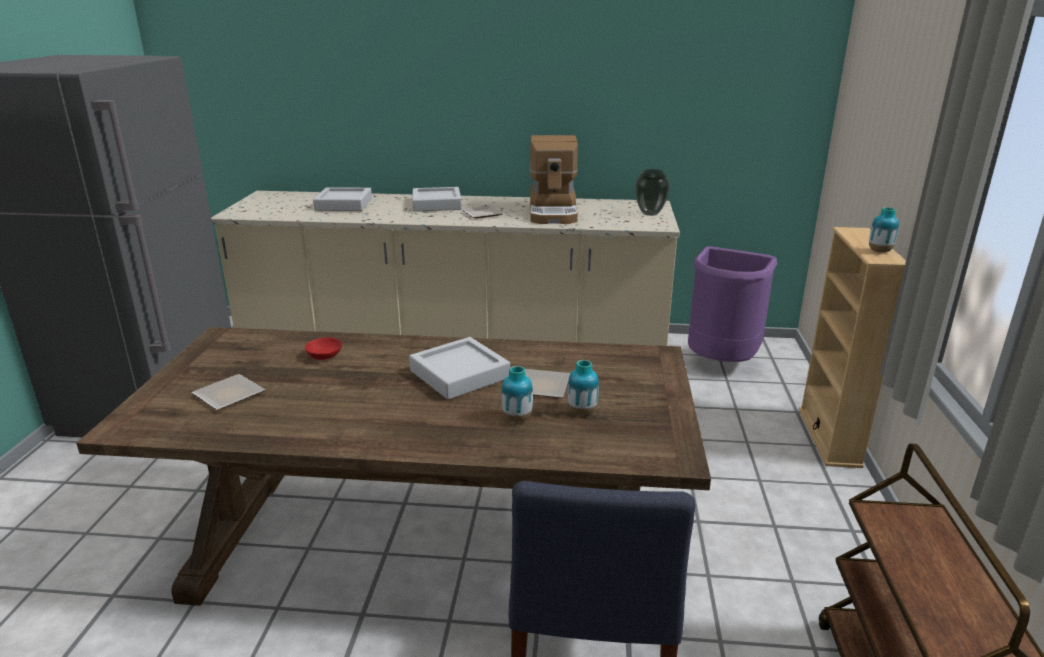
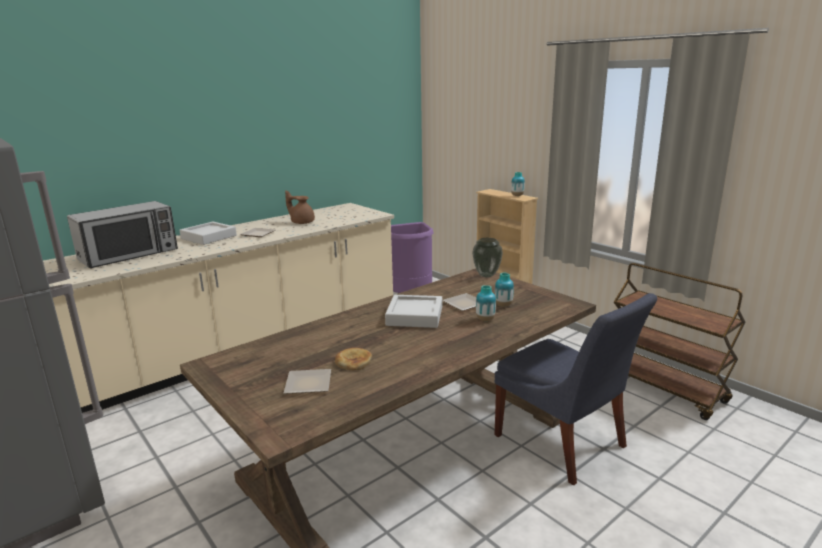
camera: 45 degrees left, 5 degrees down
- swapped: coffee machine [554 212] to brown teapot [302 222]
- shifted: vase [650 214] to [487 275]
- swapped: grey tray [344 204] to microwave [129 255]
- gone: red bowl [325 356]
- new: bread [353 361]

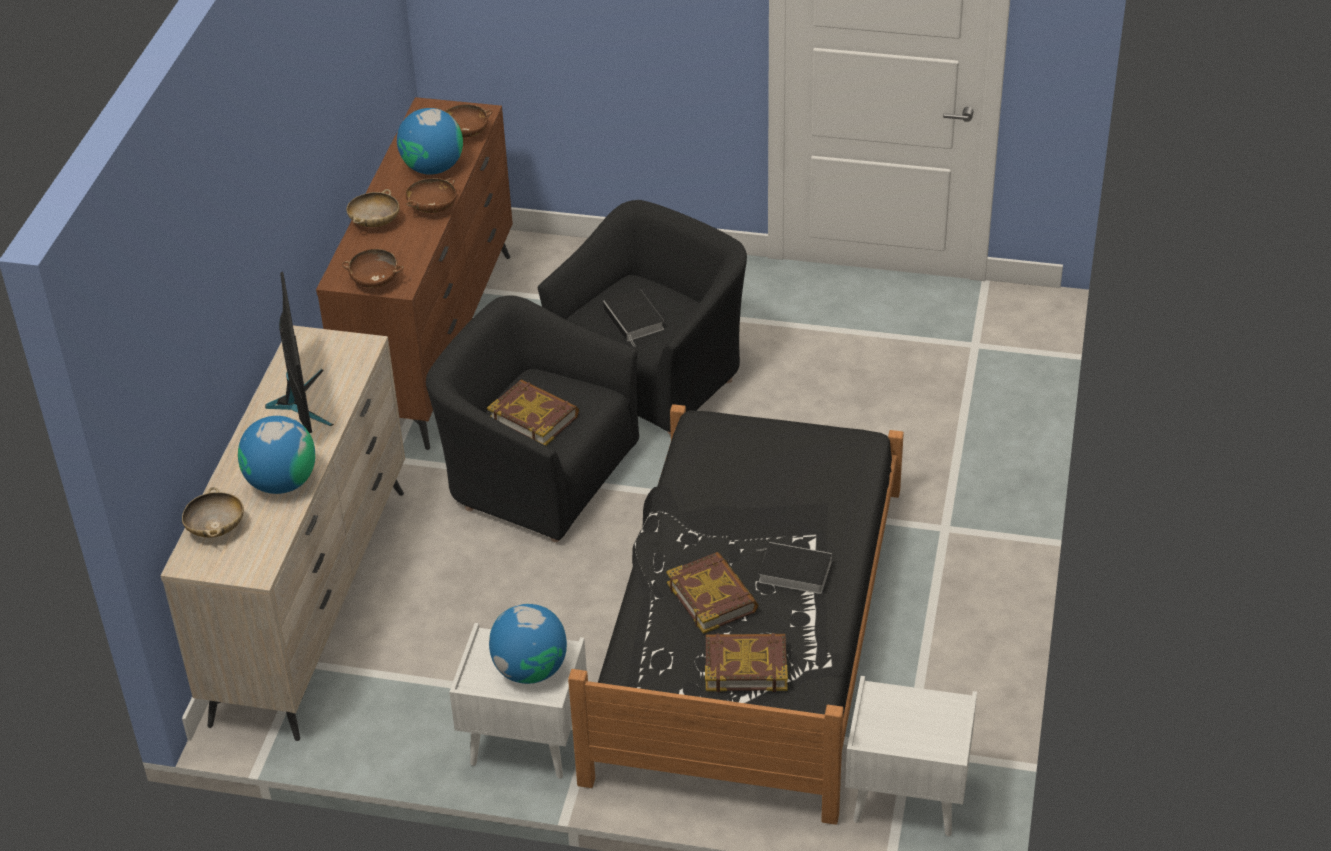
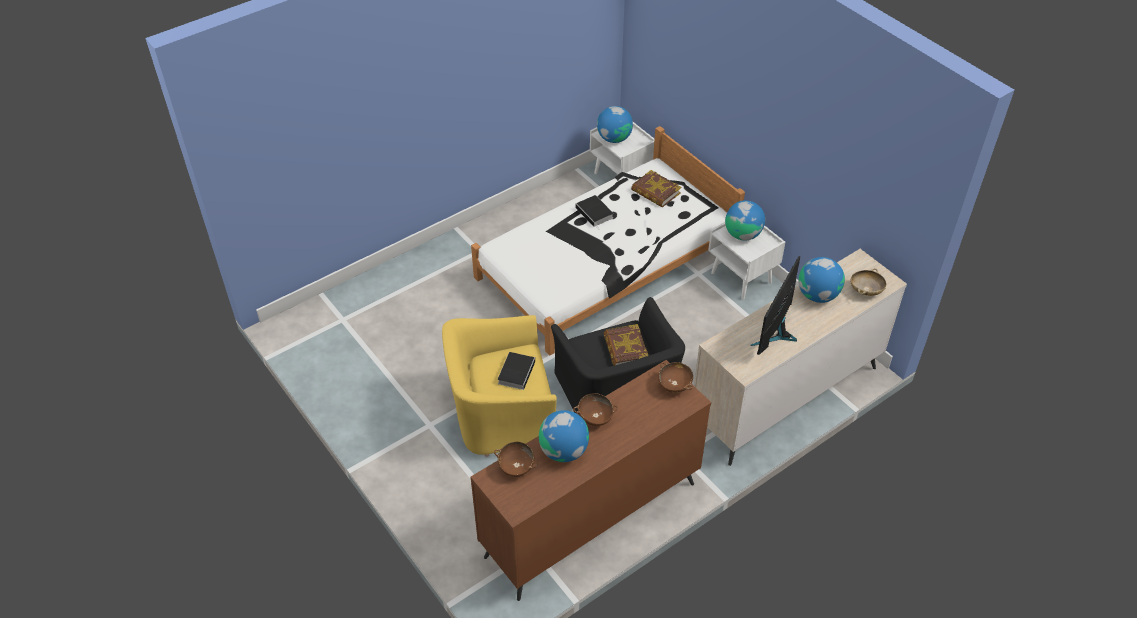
camera: 140 degrees left, 5 degrees up
- gone: beige bowl [374 222]
- repainted: black armchair [651 372] to yellow armchair [501 413]
- repainted: black bed [748 629] to white bed [606 263]
- gone: book [712 597]
- new: globe [614 138]

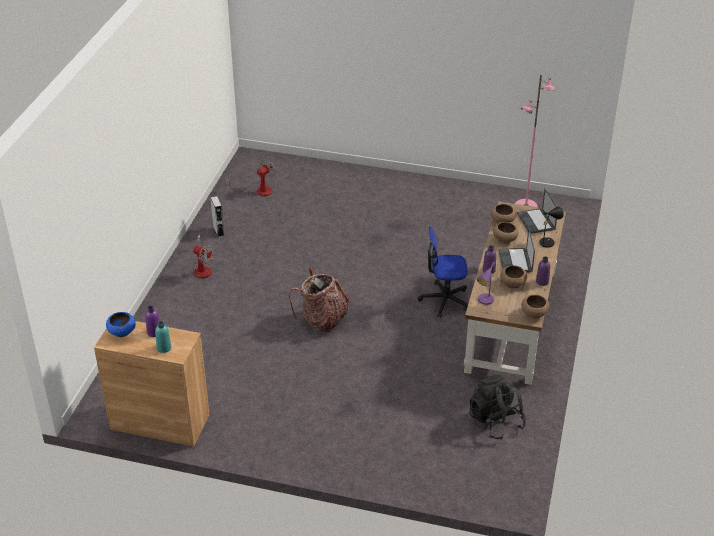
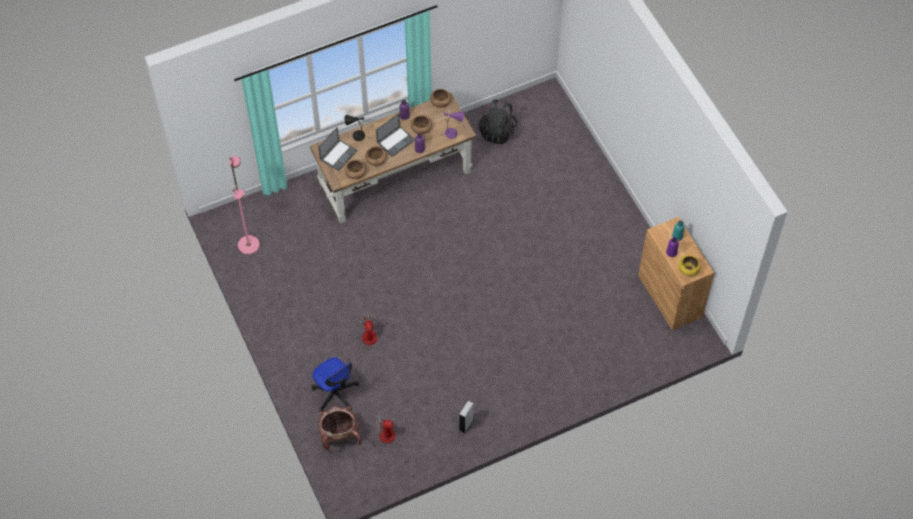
camera: 130 degrees left, 20 degrees up
- shifted: office chair [444 300] to [335 393]
- shifted: fan [202 268] to [365 342]
- shifted: backpack [322 319] to [340 435]
- repainted: blue bowl [122 332] to yellow bowl [688 269]

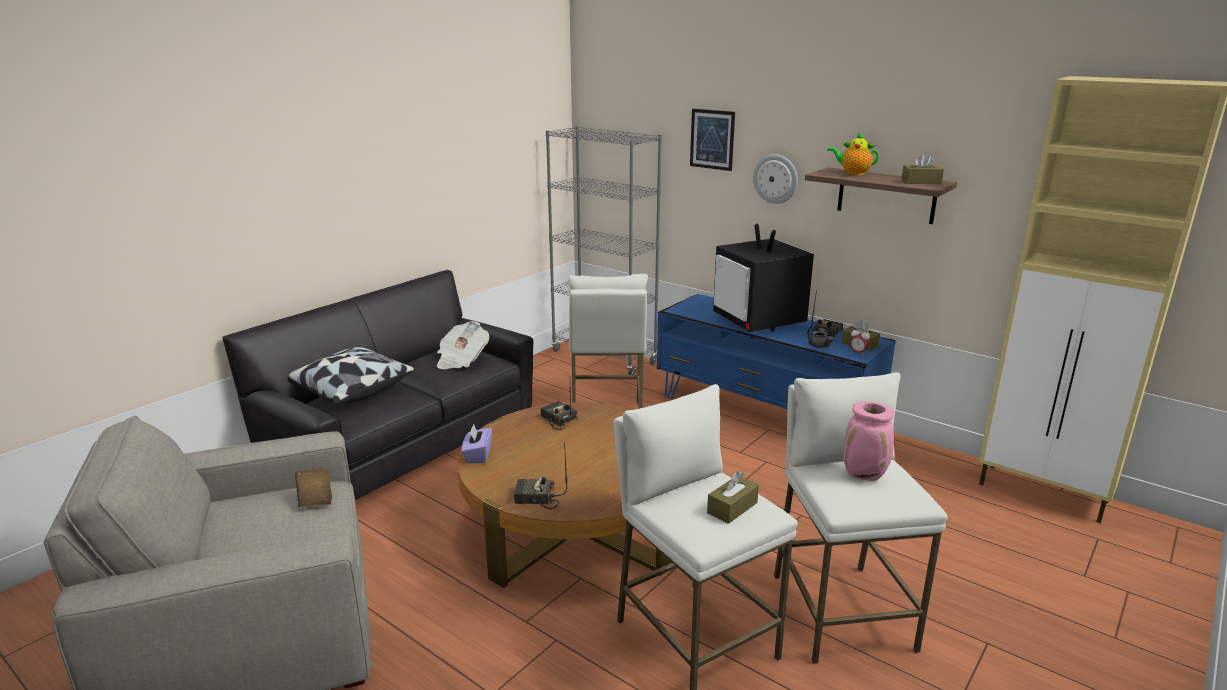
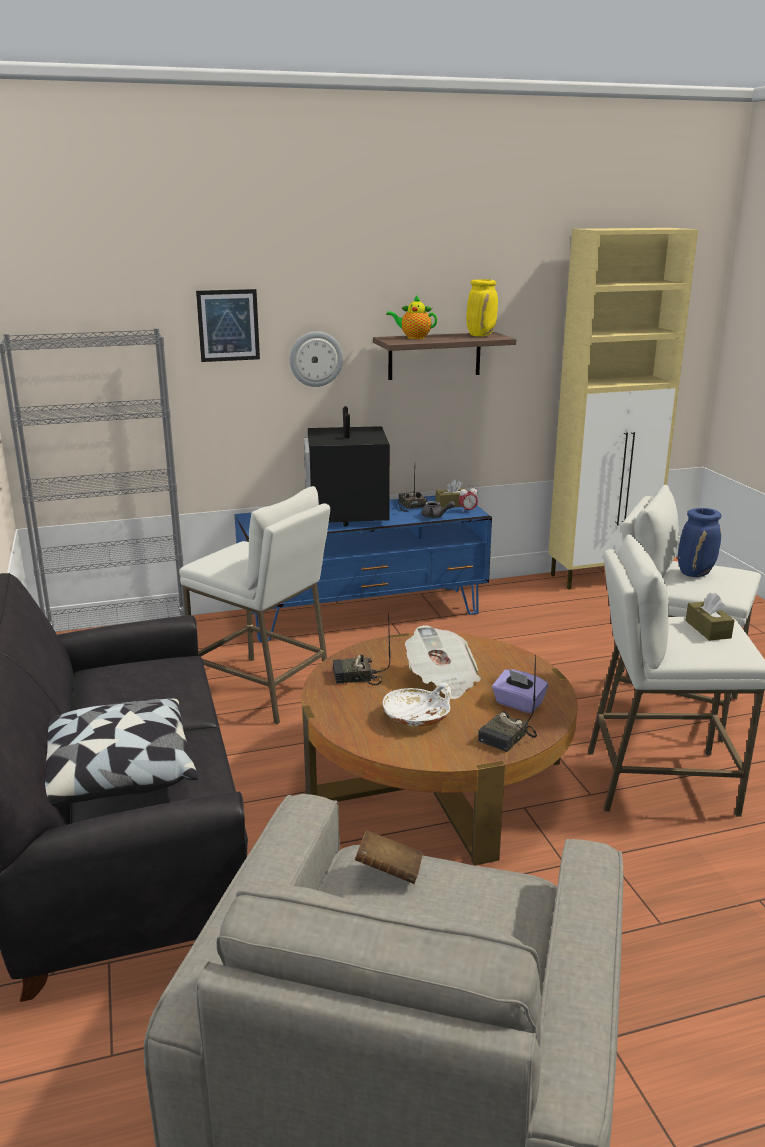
camera: 55 degrees left, 0 degrees up
- rotated: teapot [853 173] = [413 338] 45 degrees clockwise
- swapped: brown tissue box [921 182] to yellow vase [480 335]
- rotated: television [759 322] = [348 516] 75 degrees clockwise
- shifted: newspaper [461 360] to [442 680]
- repainted: pink vase [865 475] to blue vase [695 573]
- shifted: purple tissue box [477 455] to [518 704]
- new: white bowl [417 717]

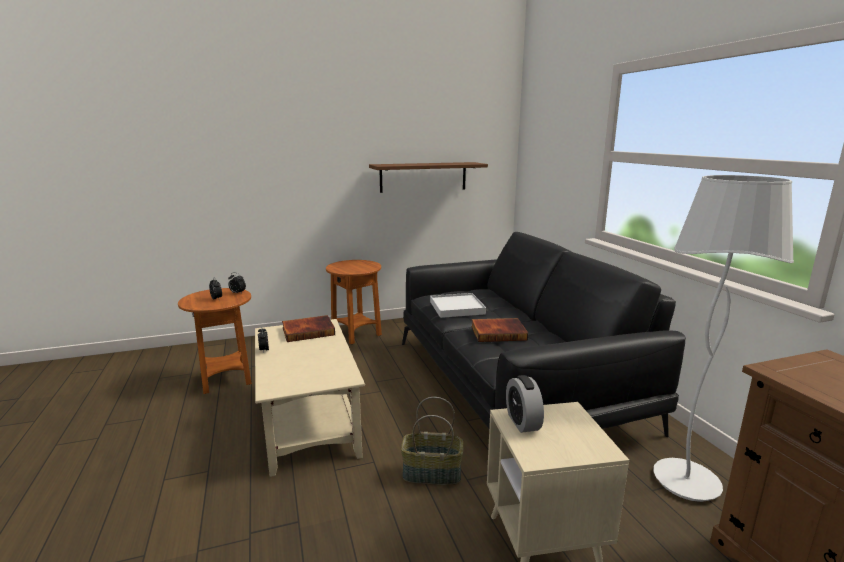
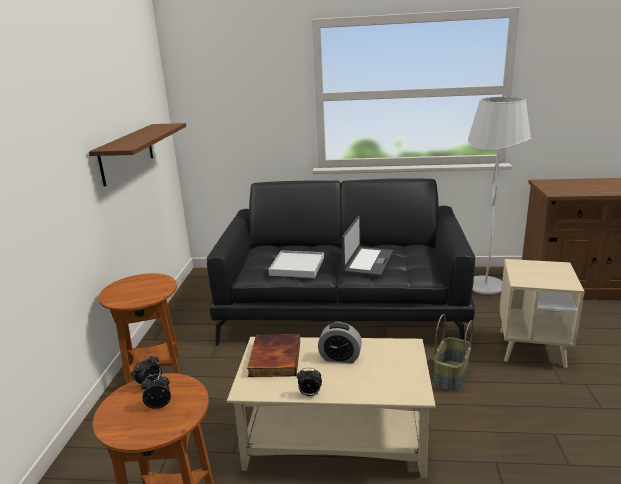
camera: 65 degrees left, 5 degrees up
- swapped: book [498 332] to laptop [367 261]
- shifted: alarm clock [522 422] to [340 358]

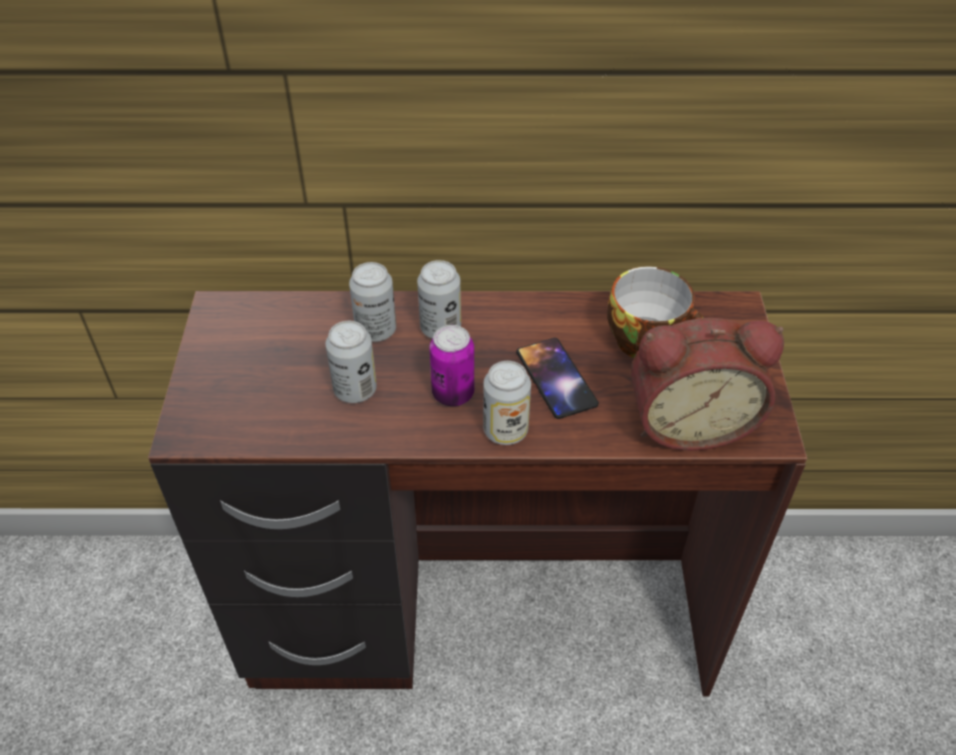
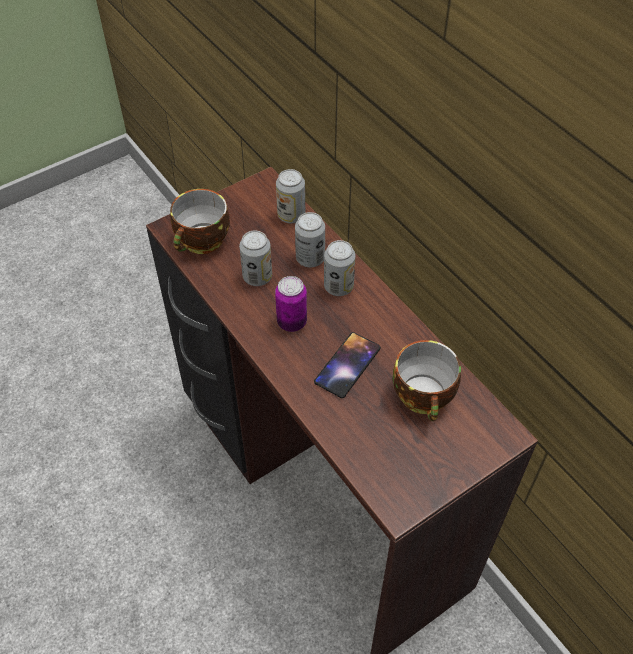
camera: 55 degrees right, 5 degrees up
- gone: alarm clock [688 421]
- shifted: can [505 430] to [291 215]
- new: cup [202 242]

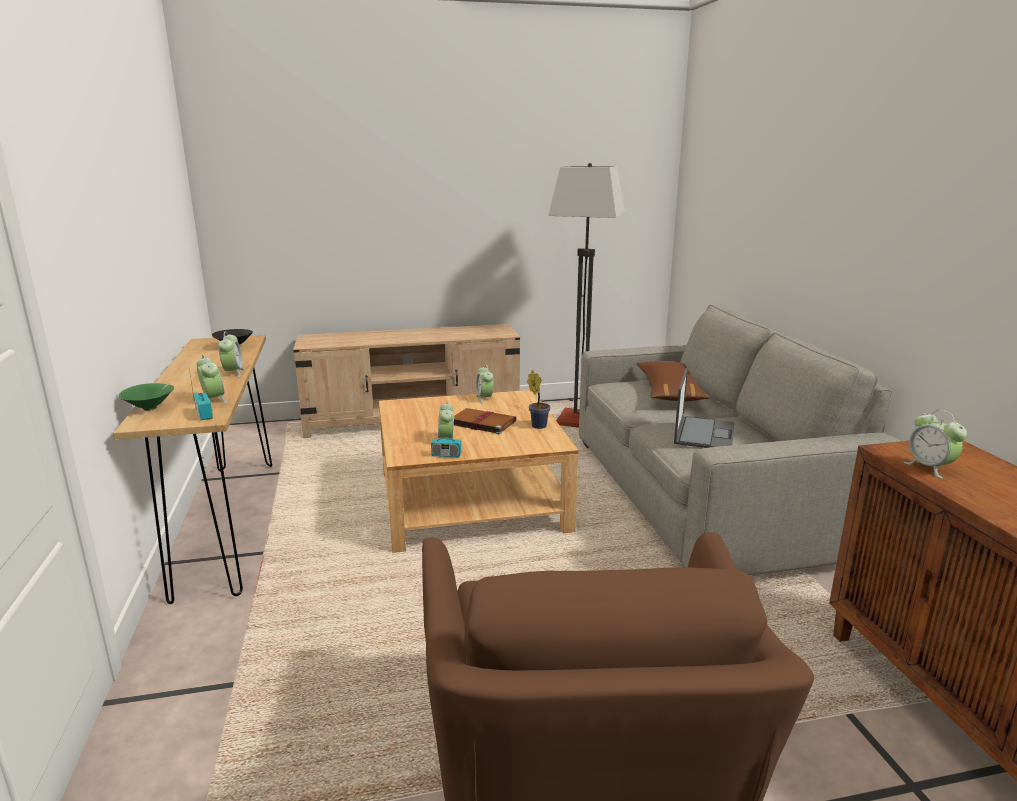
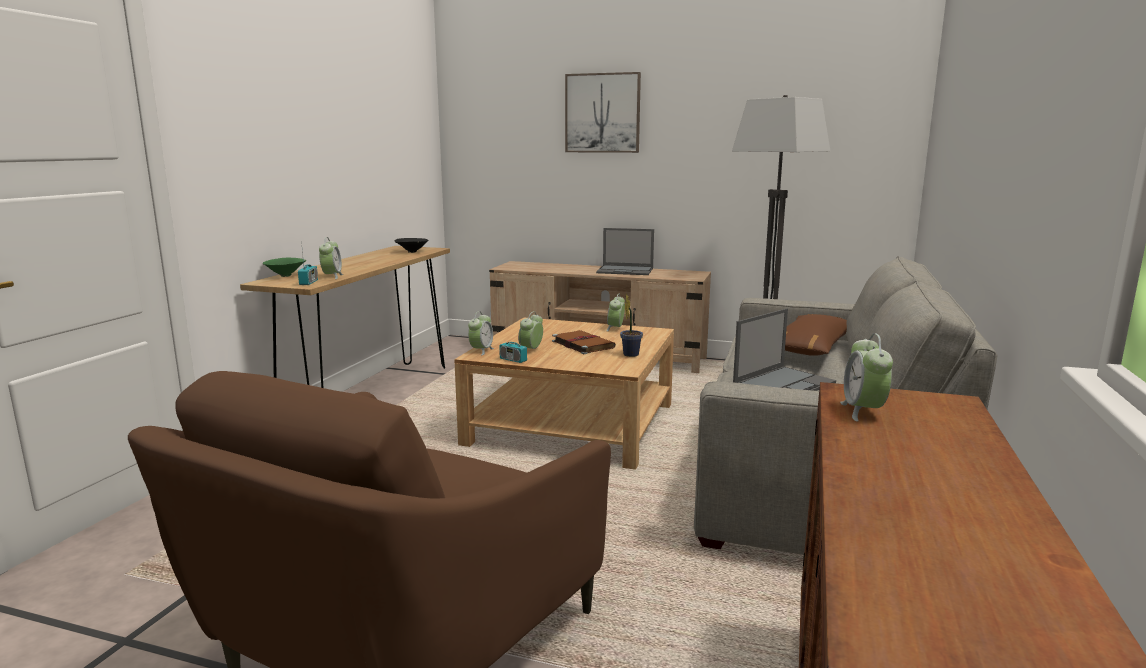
camera: 30 degrees right, 5 degrees down
- shifted: alarm clock [233 373] to [481 351]
- new: picture [602 113]
- new: laptop [625 271]

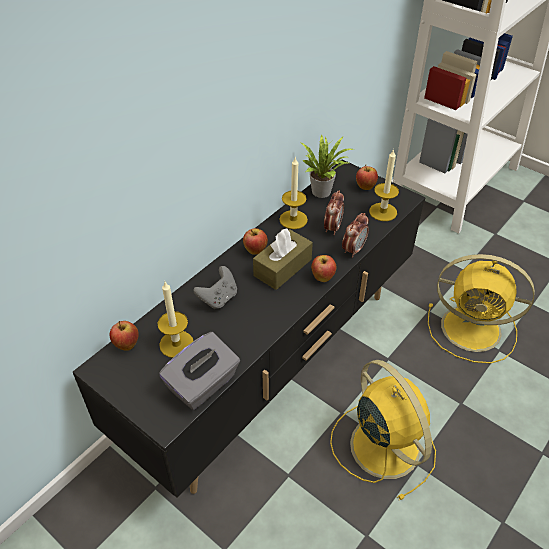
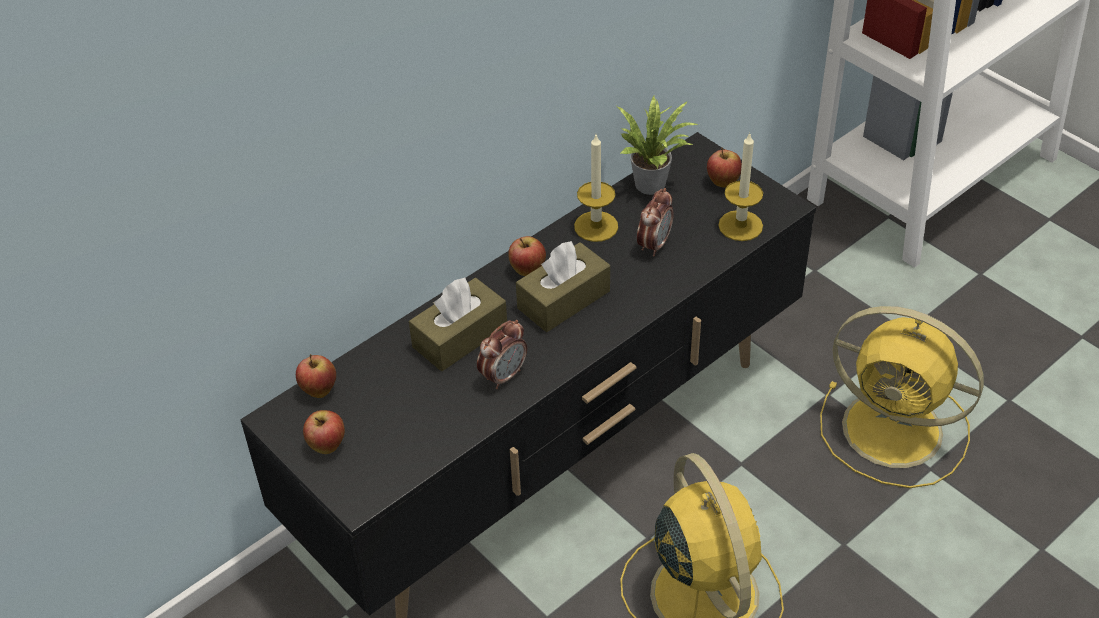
camera: 10 degrees right, 0 degrees up
- shifted: alarm clock [353 250] to [503 376]
- shifted: apple [322 278] to [327 446]
- swapped: grey game controller [218 298] to brown tissue box [460 337]
- gone: candle [176 344]
- gone: grey tissue box [203 384]

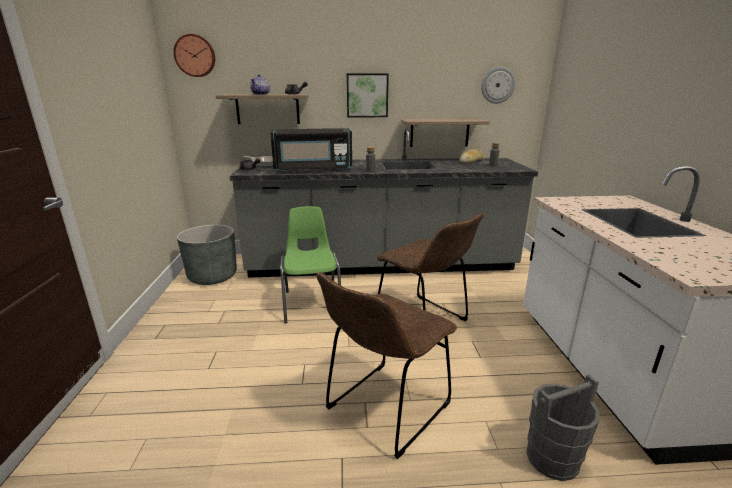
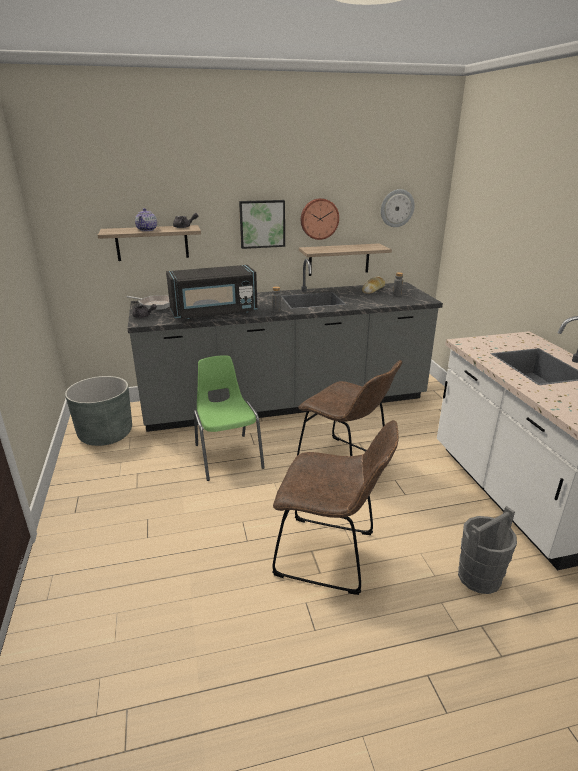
camera: 10 degrees left, 5 degrees up
- shifted: wall clock [195 56] to [319 218]
- rotated: brown chair [384 410] = [331 555] 105 degrees counterclockwise

